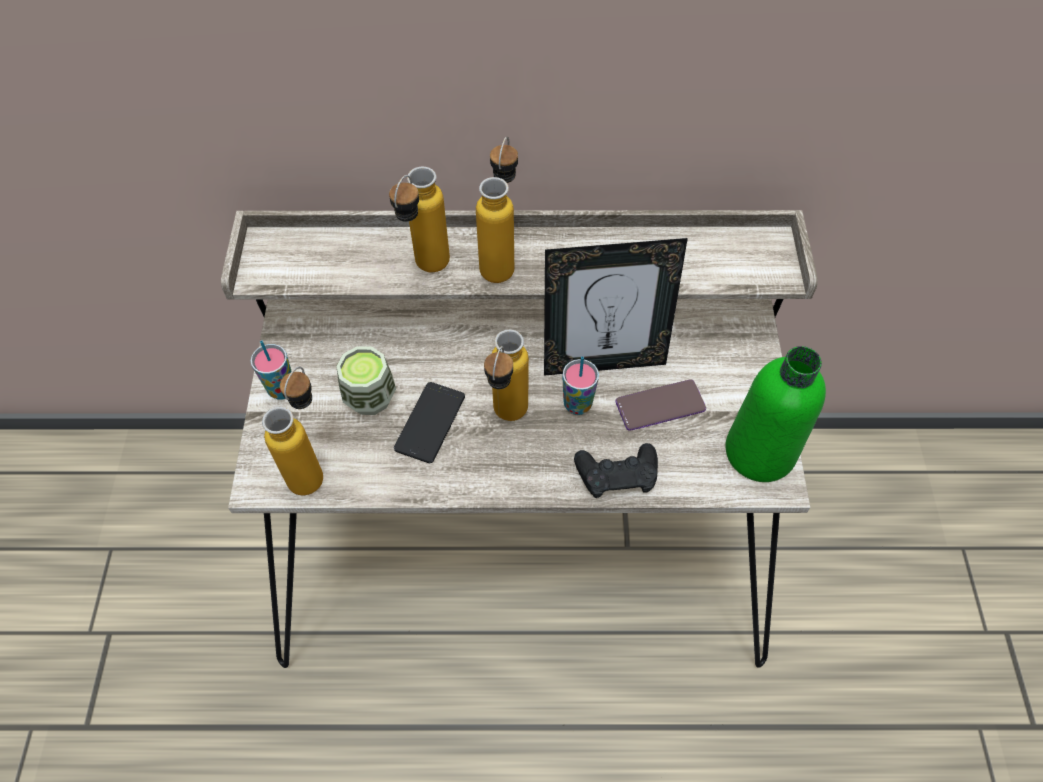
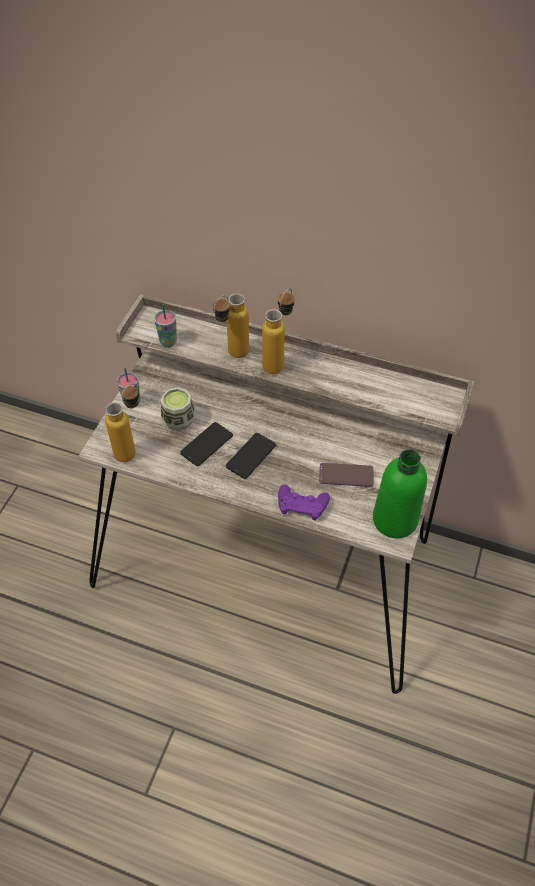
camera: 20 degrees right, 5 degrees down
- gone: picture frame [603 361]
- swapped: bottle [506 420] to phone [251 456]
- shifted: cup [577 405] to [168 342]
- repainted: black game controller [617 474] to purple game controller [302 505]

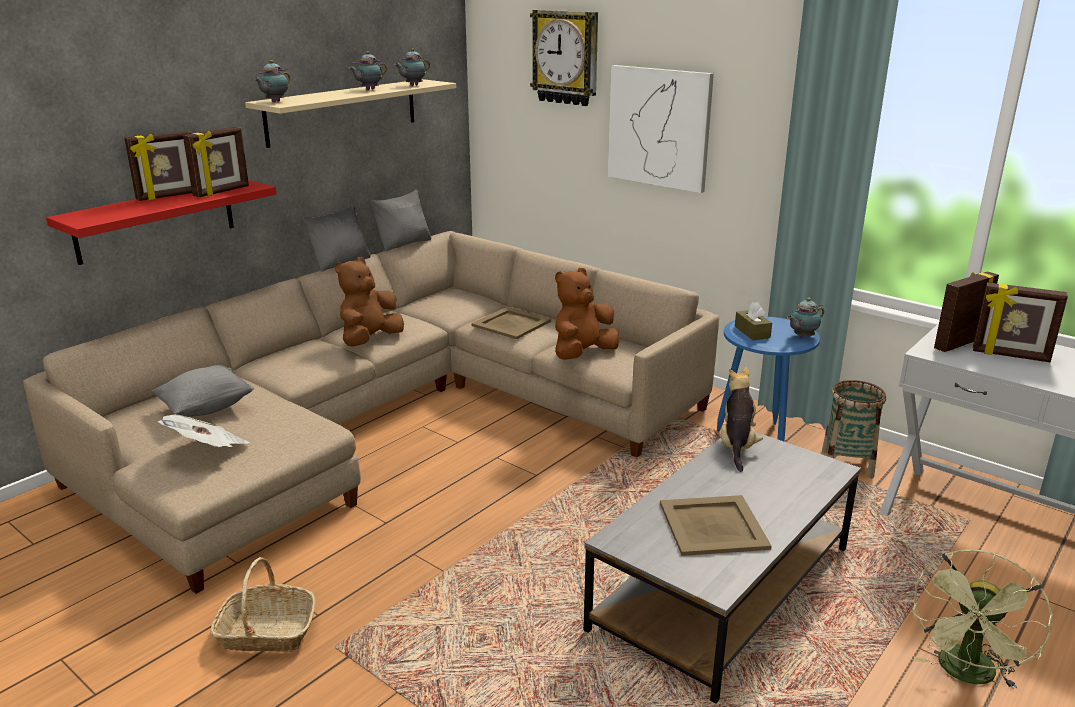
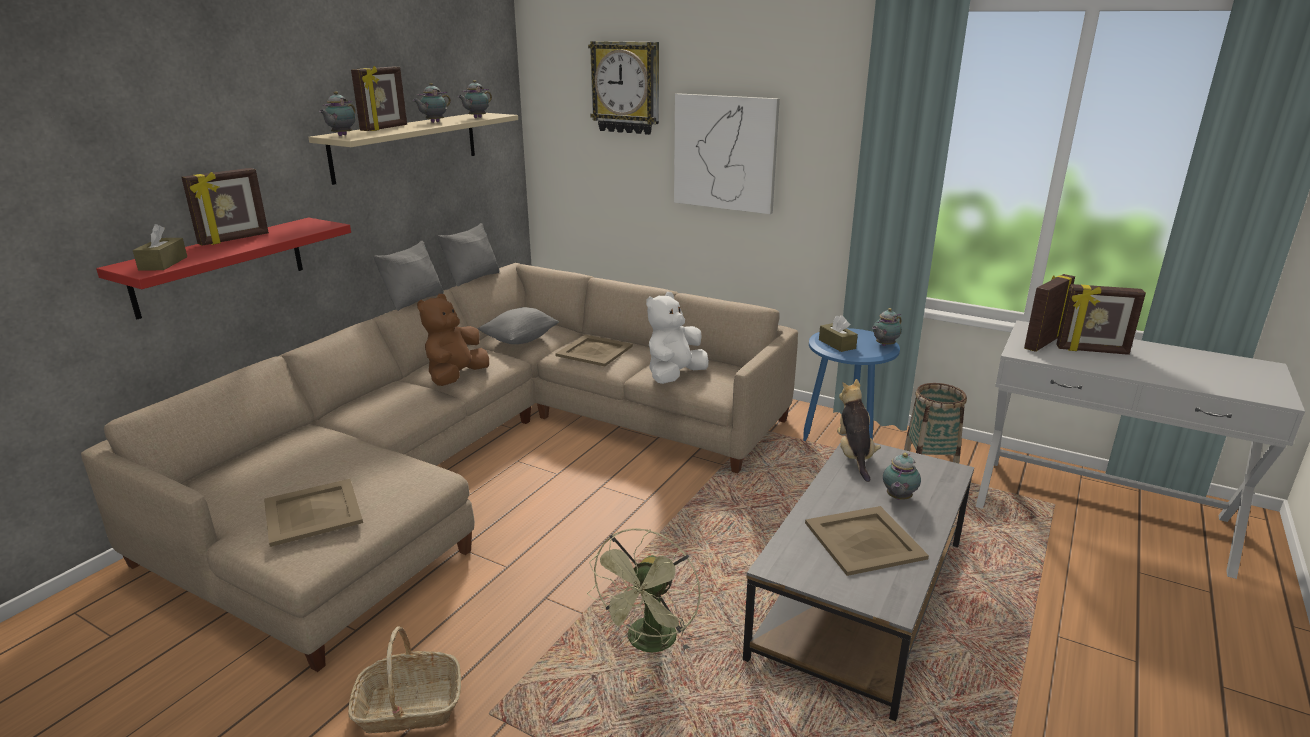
camera: 10 degrees left, 0 degrees up
- shifted: picture frame [222 192] to [385 128]
- repainted: brown plush toy [582 354] to white plush toy [674 376]
- shifted: grey pillow [207 408] to [520 340]
- swapped: newspaper [208 449] to beige tray [313 511]
- shifted: green fan [966 675] to [649 645]
- new: brown tissue box [163 263]
- new: teapot [898 498]

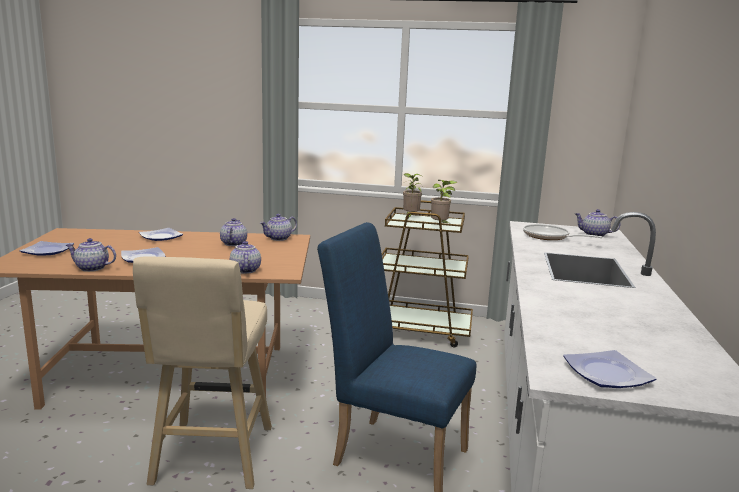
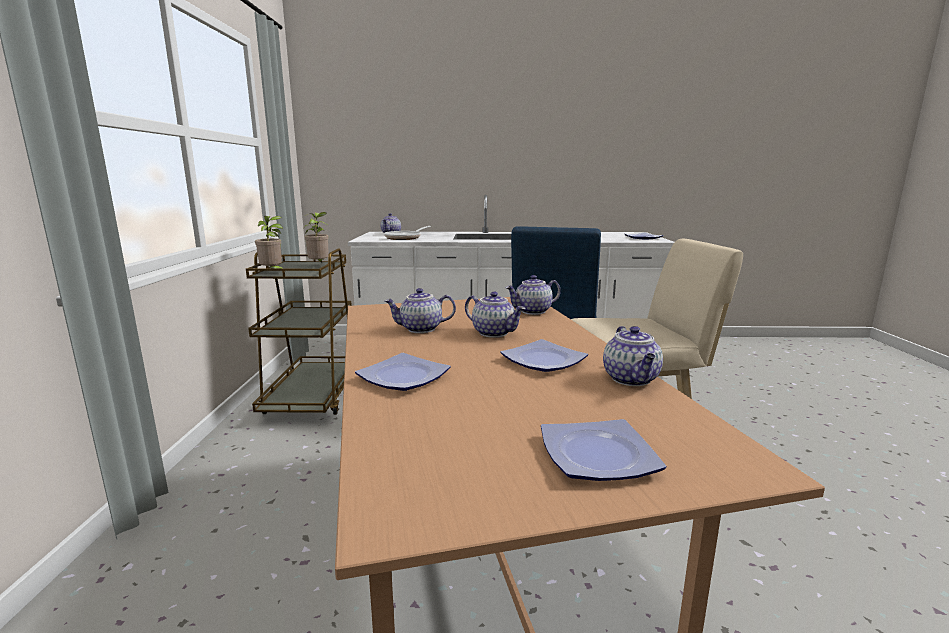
camera: 100 degrees left, 0 degrees up
- shifted: teapot [279 238] to [494 333]

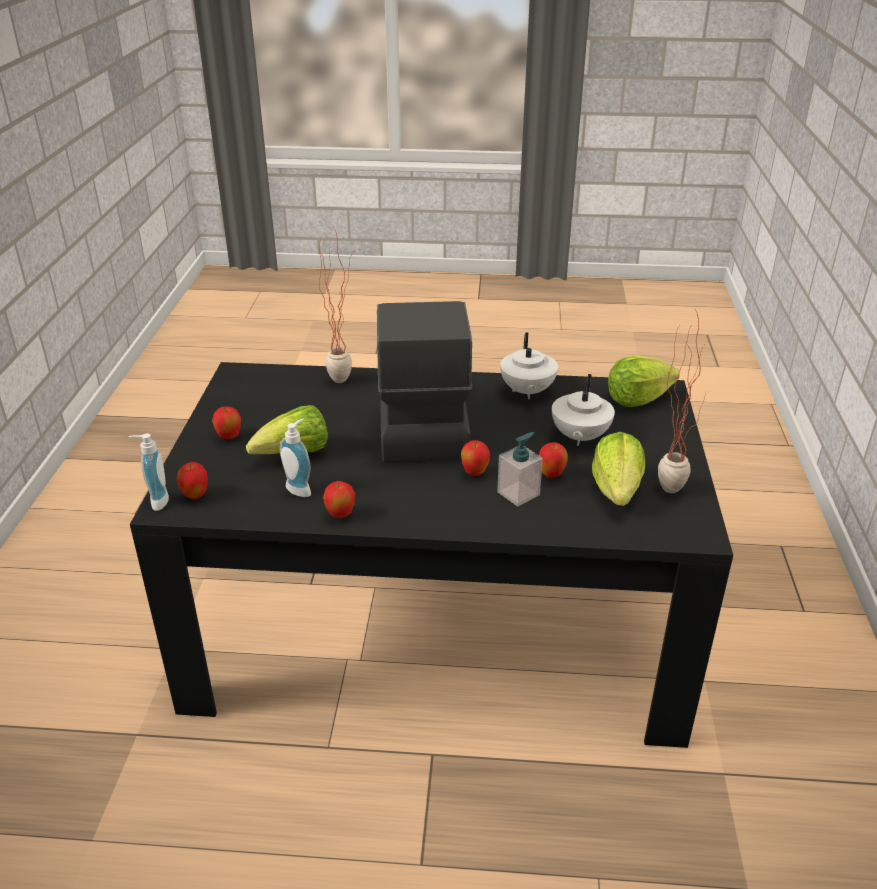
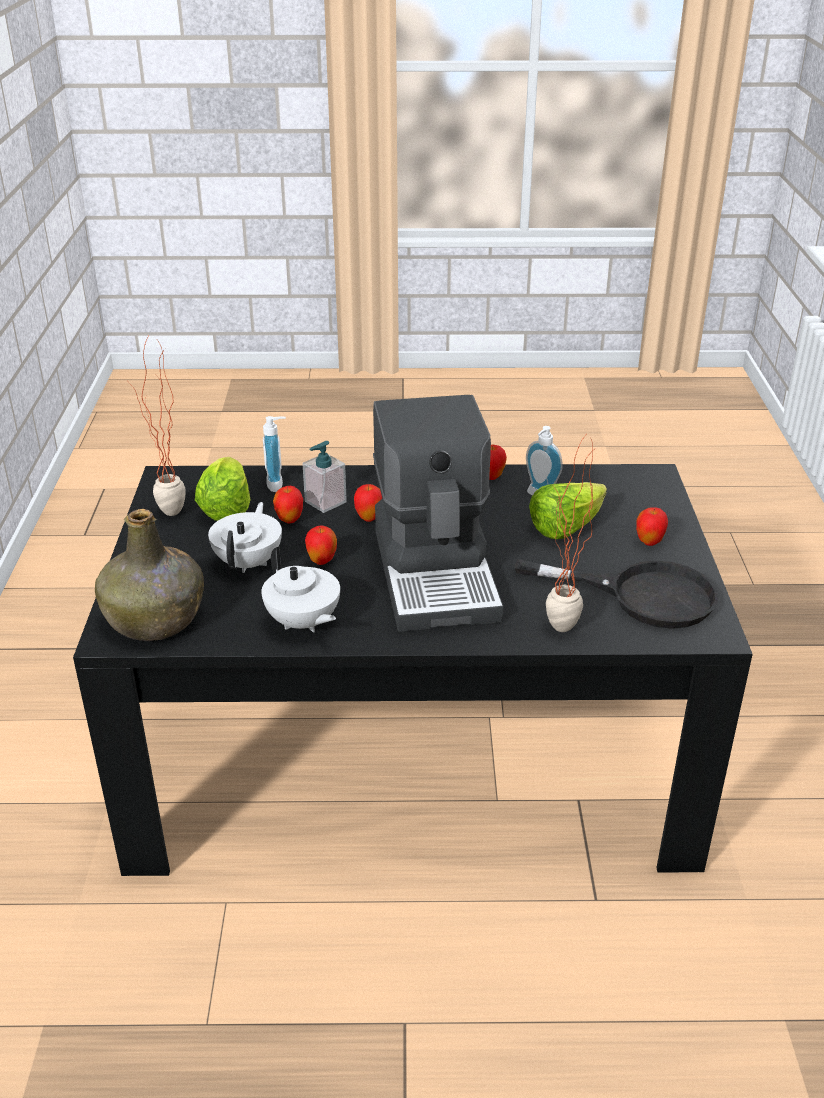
camera: 175 degrees right, 0 degrees up
- rotated: white teapot [526 392] = [303 623] 150 degrees clockwise
- swapped: lettuce [637 399] to green bottle [156 619]
- shifted: soap dispenser [156 501] to [278 484]
- shifted: apple [195 495] to [322 561]
- new: black frying pan [642 595]

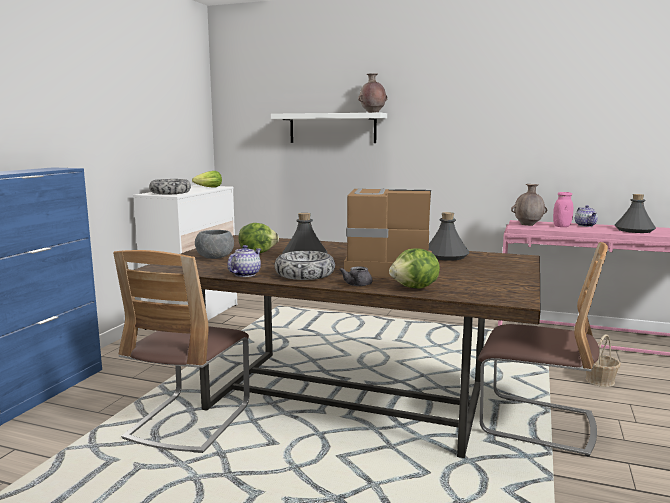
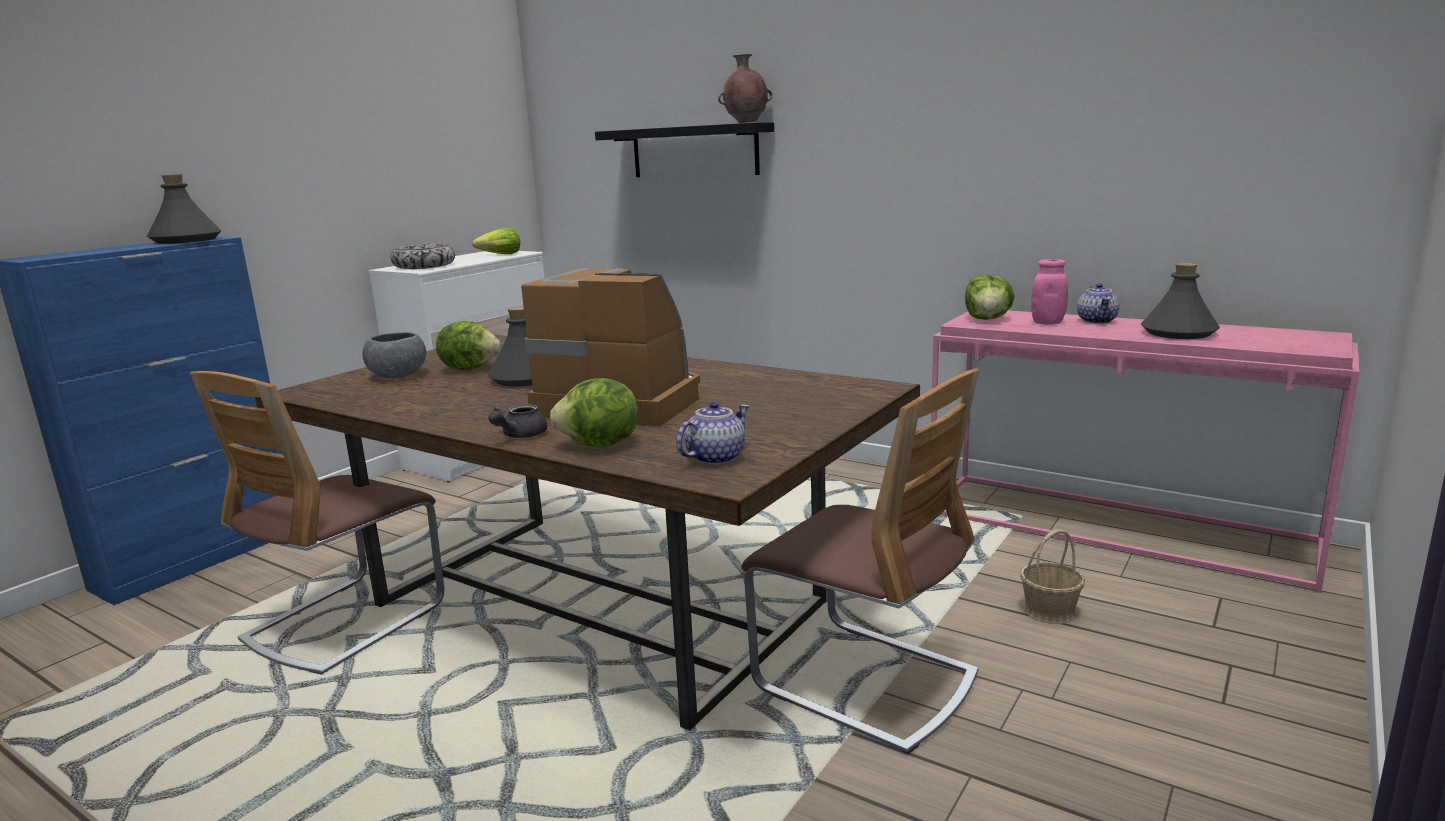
camera: 15 degrees right, 5 degrees up
- repainted: white shelf [332 128] to black shelf [694 151]
- swapped: brown vase [528 225] to lettuce [988 319]
- shifted: grey bottle [446 256] to [185 240]
- shifted: teapot [245 274] to [715 457]
- gone: bowl [305 274]

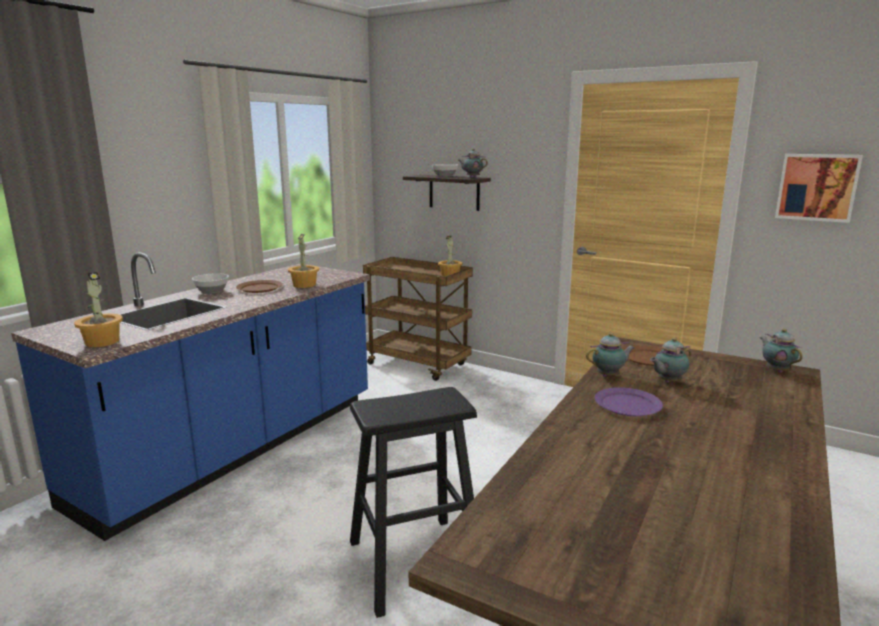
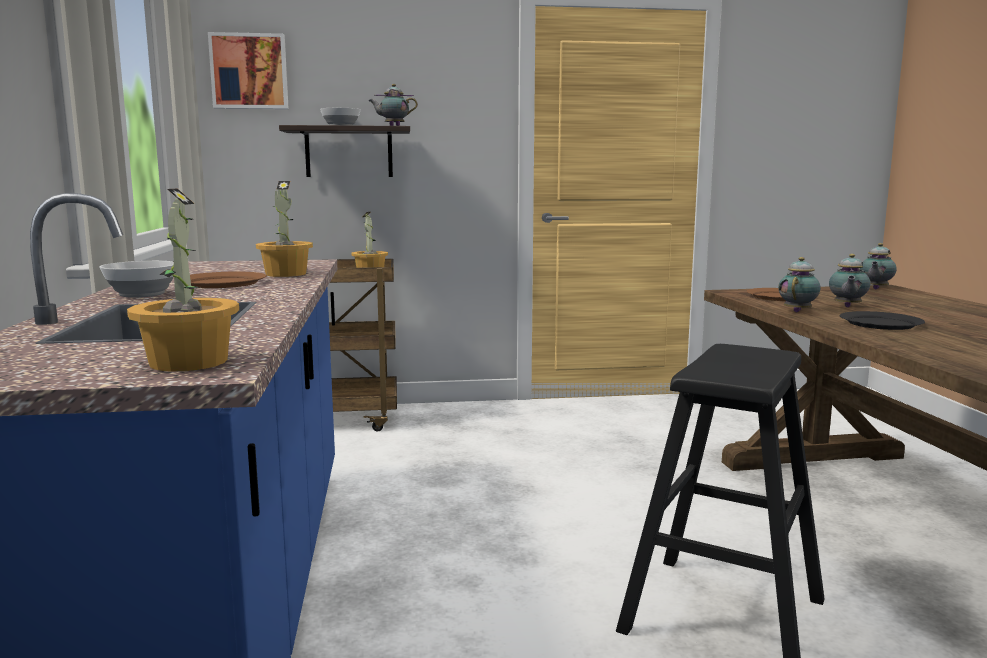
camera: 40 degrees left, 5 degrees down
- shifted: picture [817 187] to [249 72]
- rotated: teapot [776 370] = [875 289] 90 degrees counterclockwise
- repainted: purple plate [628 405] to black plate [881 323]

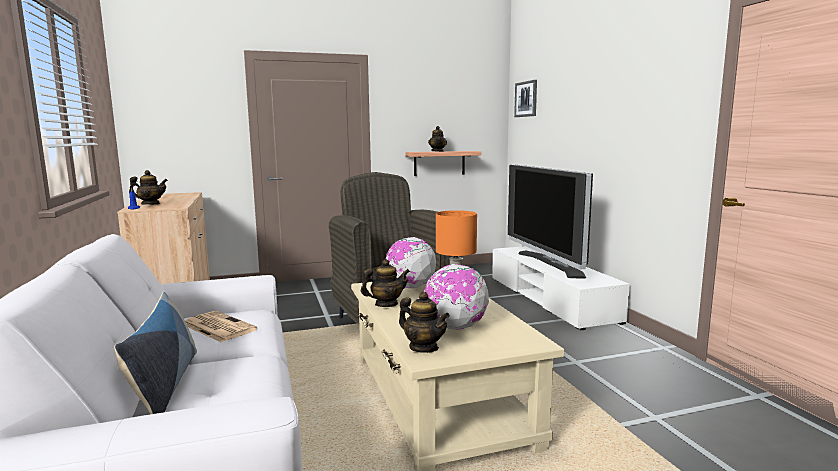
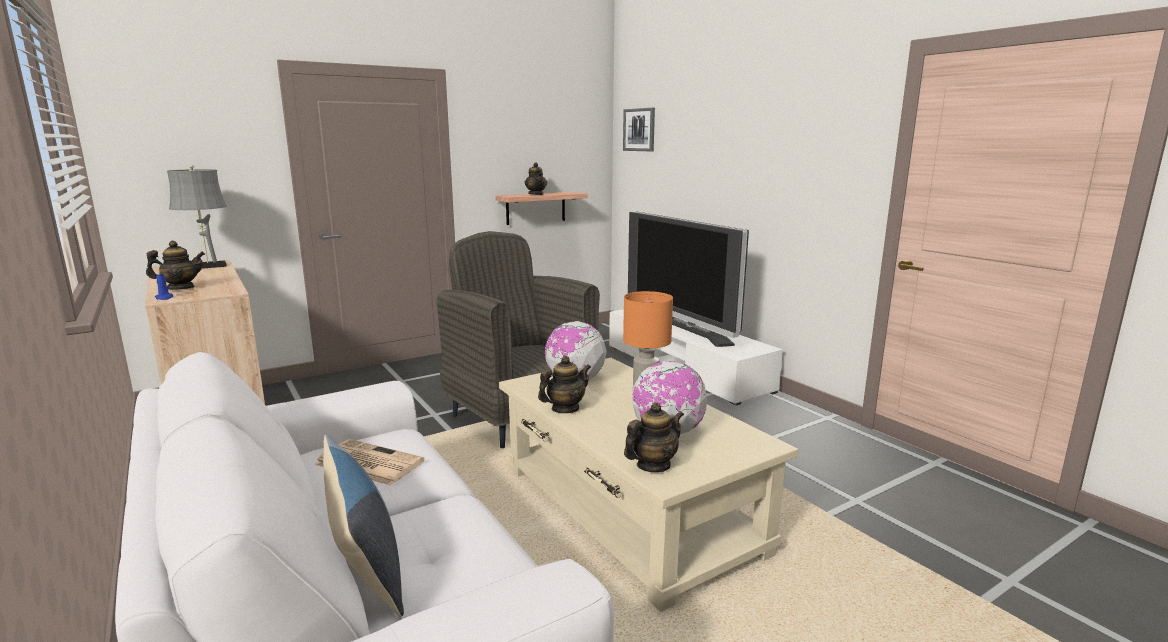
camera: 15 degrees left, 5 degrees up
- rotated: teapot [423 348] = [653 465] 60 degrees counterclockwise
- new: grey table lamp [208 266]

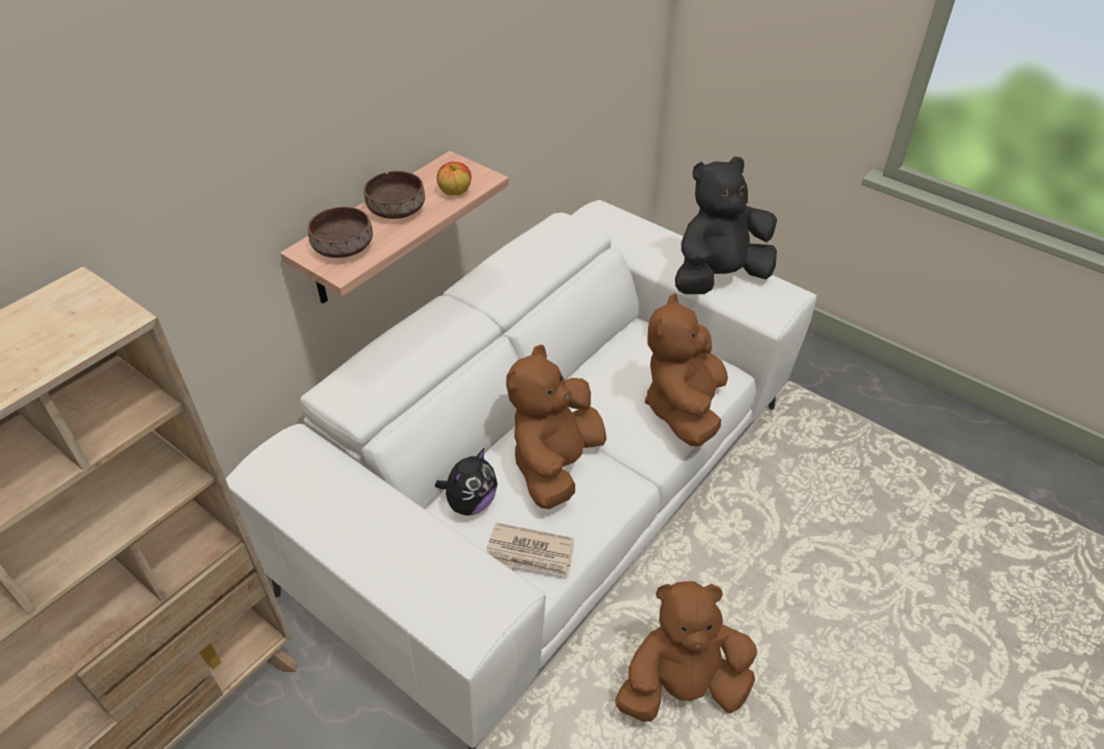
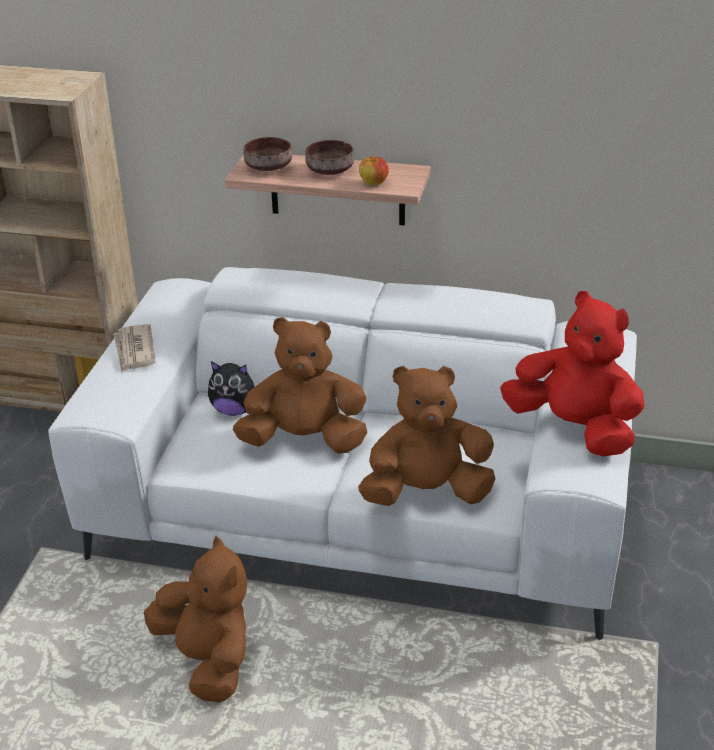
camera: 65 degrees right, 10 degrees down
- repainted: black plush toy [718 278] to red plush toy [574 428]
- shifted: newspaper [530 553] to [134 351]

